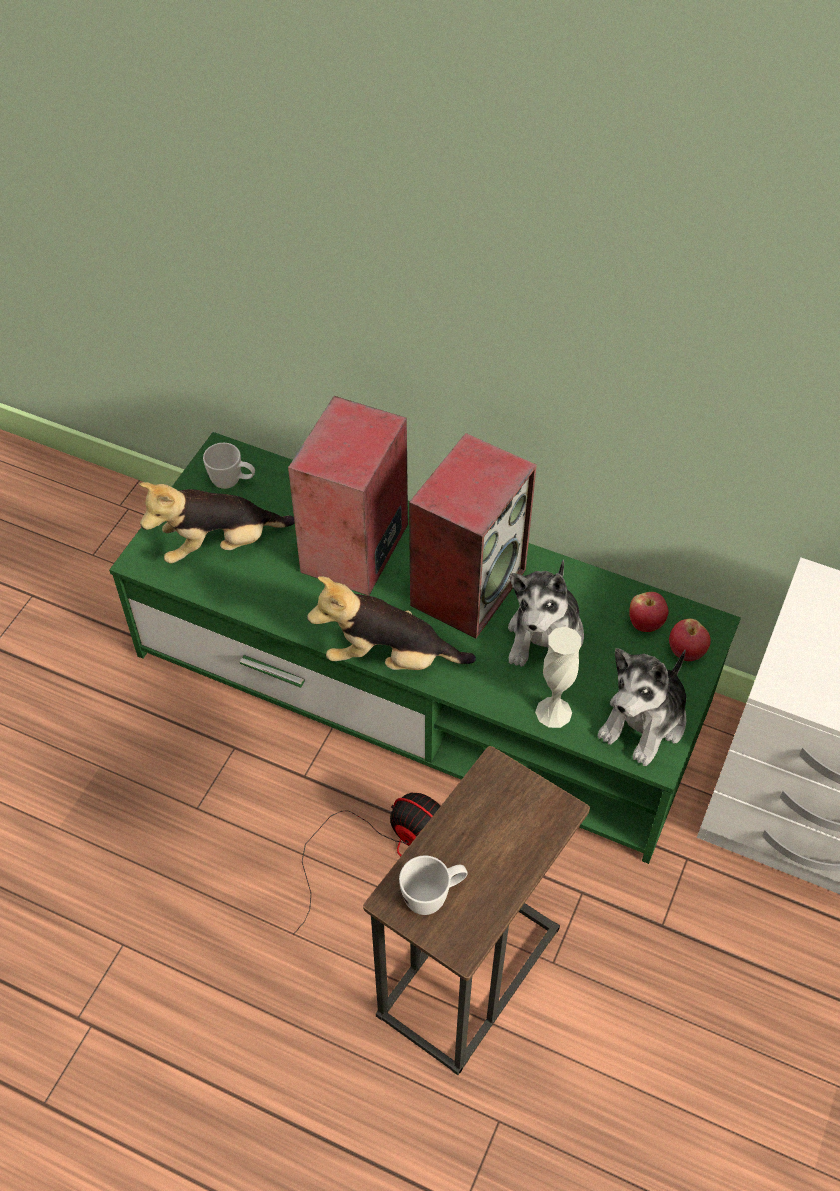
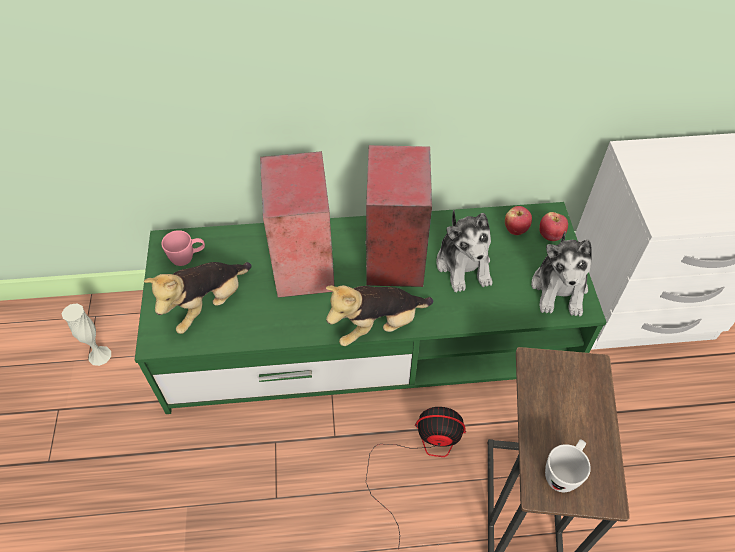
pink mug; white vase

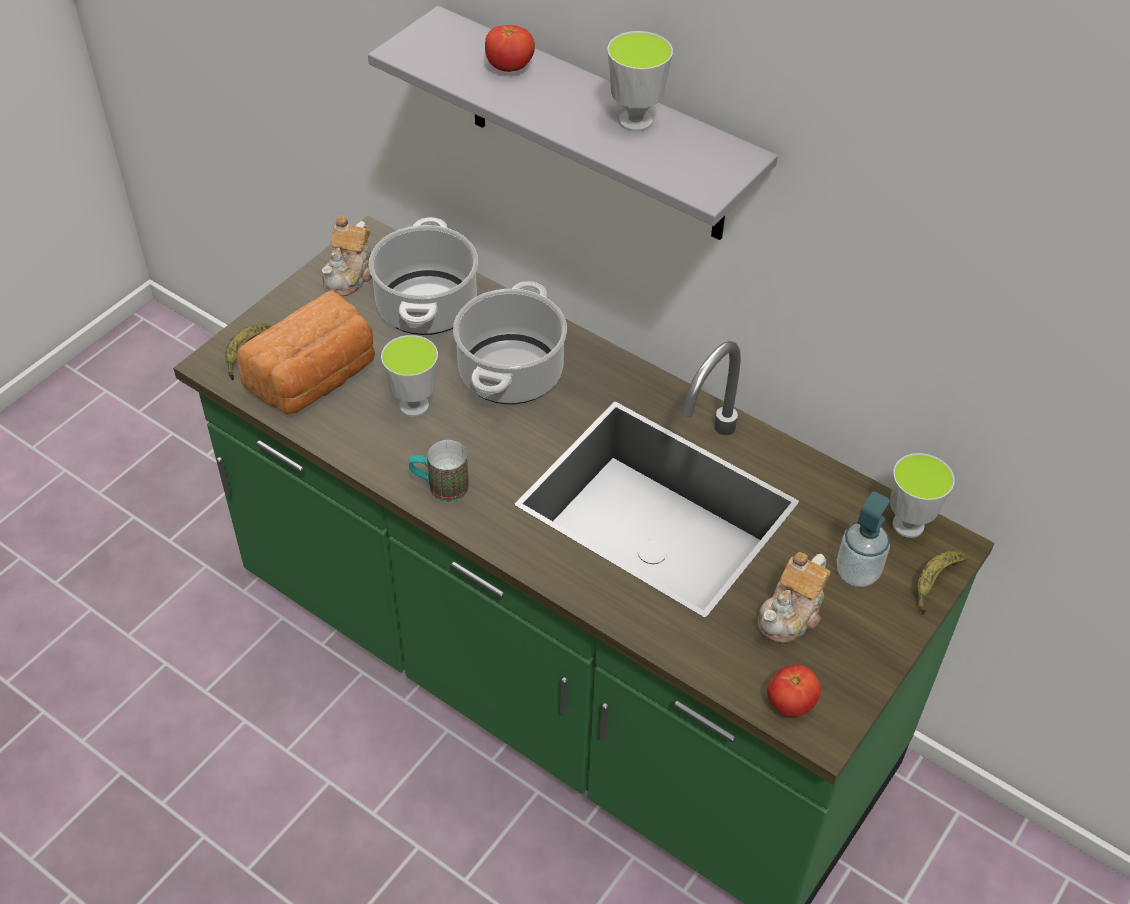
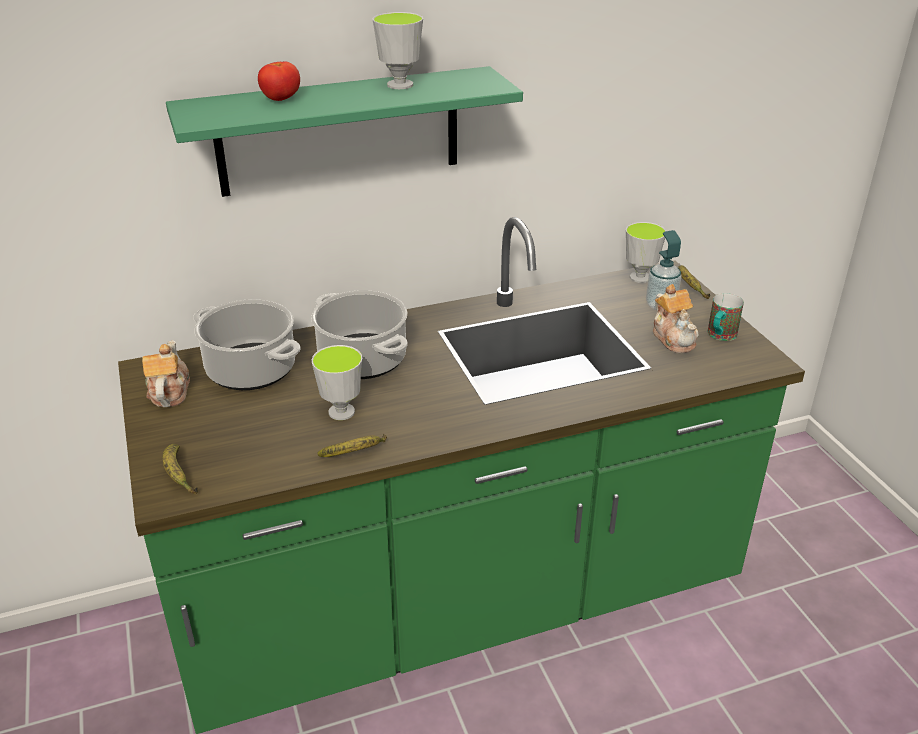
bread; teapot (1st from left); green shelf; mug; tomato (2nd from left in the first image); banana (2nd from left)

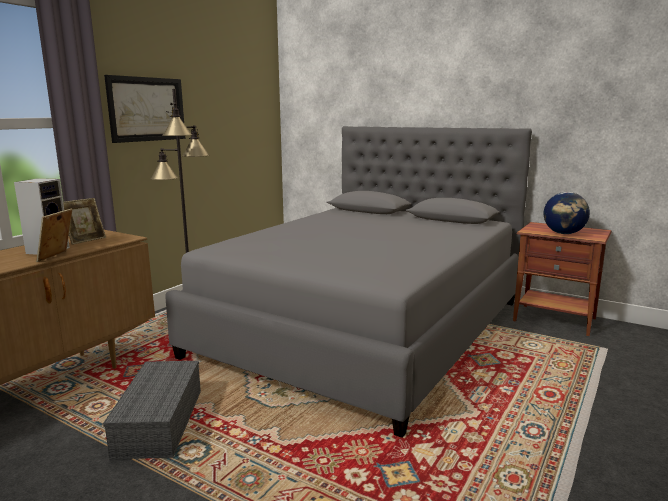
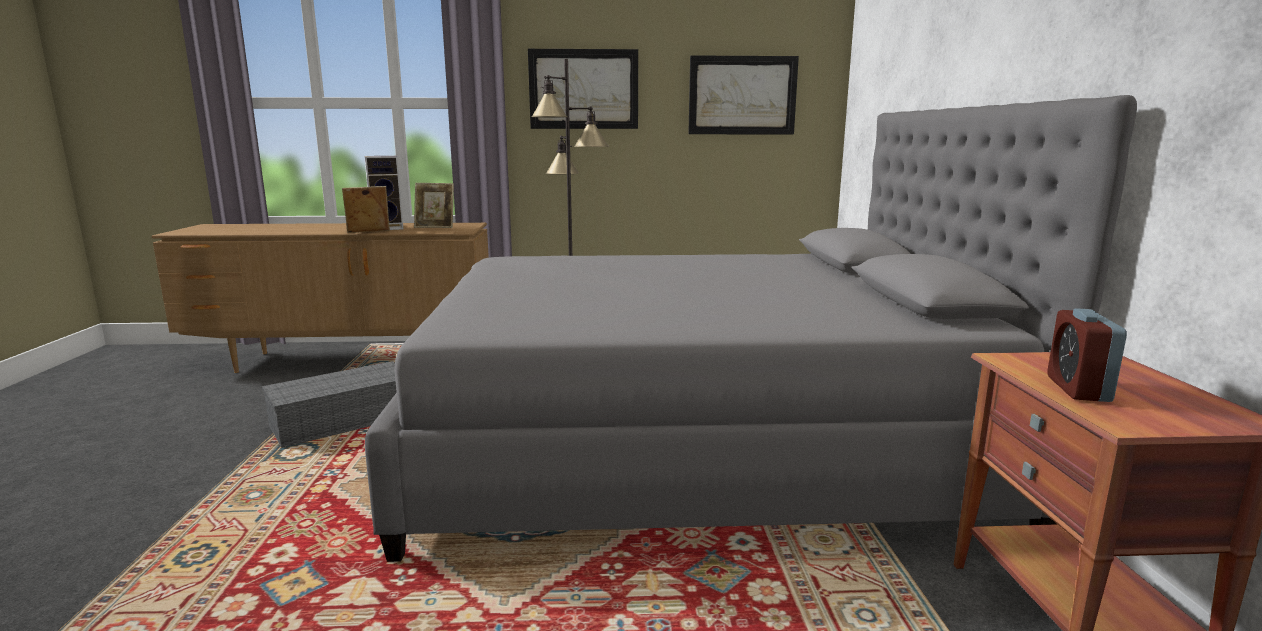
alarm clock; picture (2nd from left)

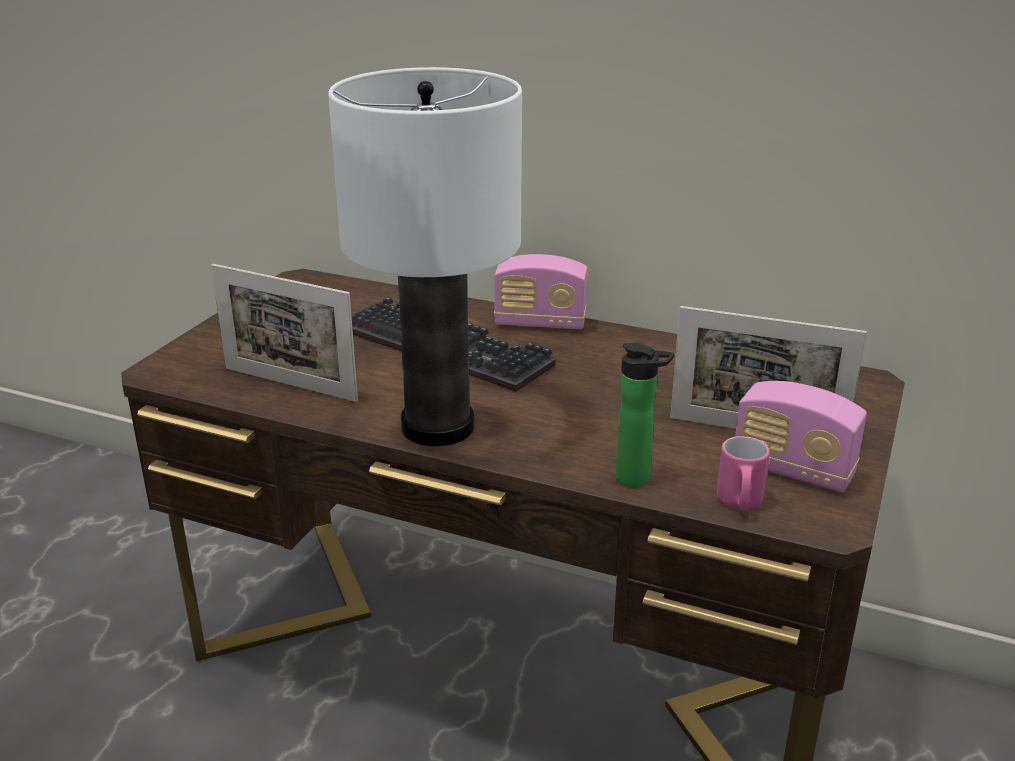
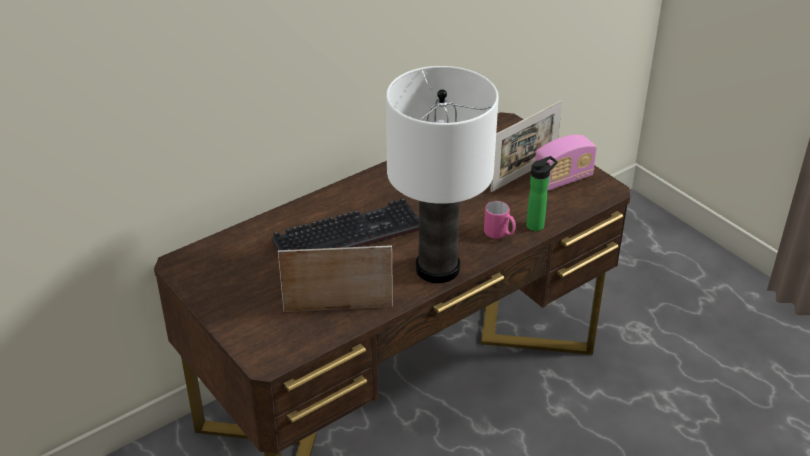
picture frame (1st from left); radio (1st from left in the first image); pink mug

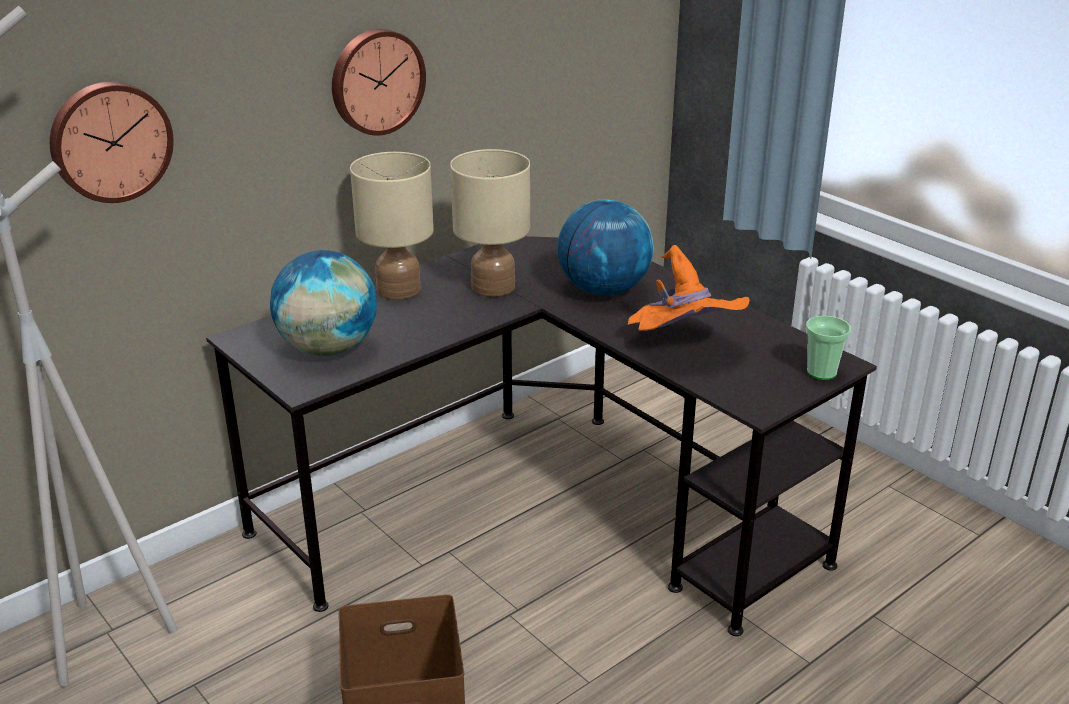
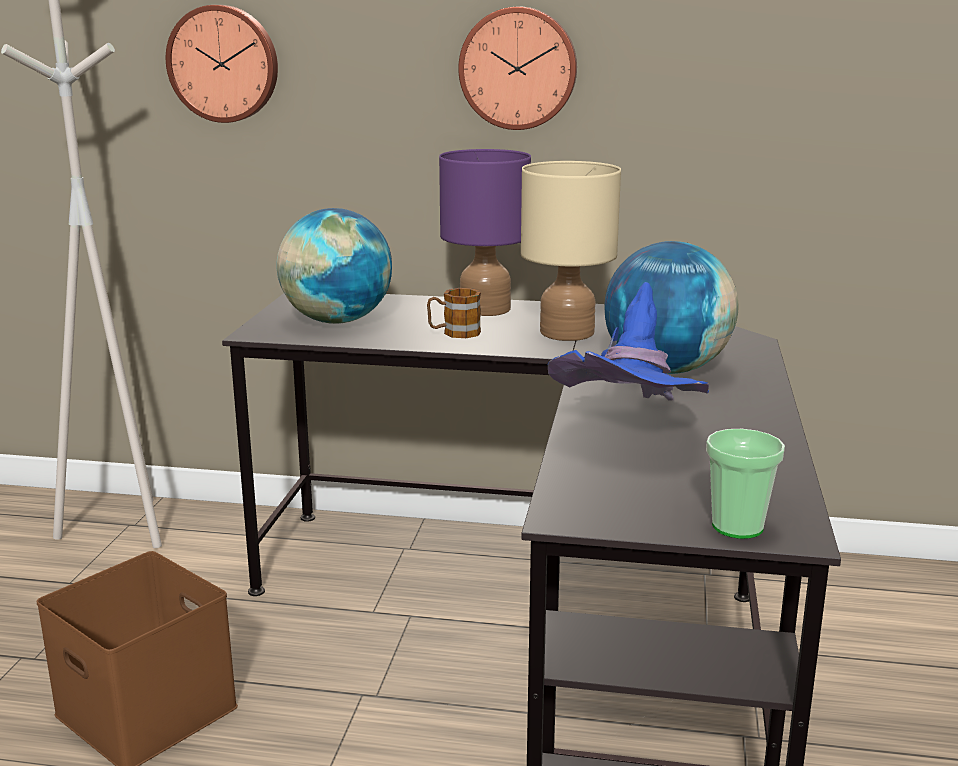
purple table lamp; blue hat; mug

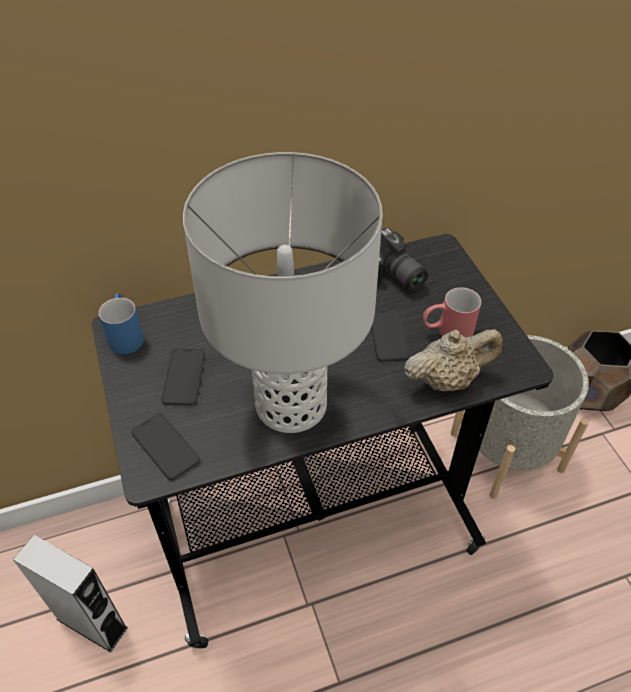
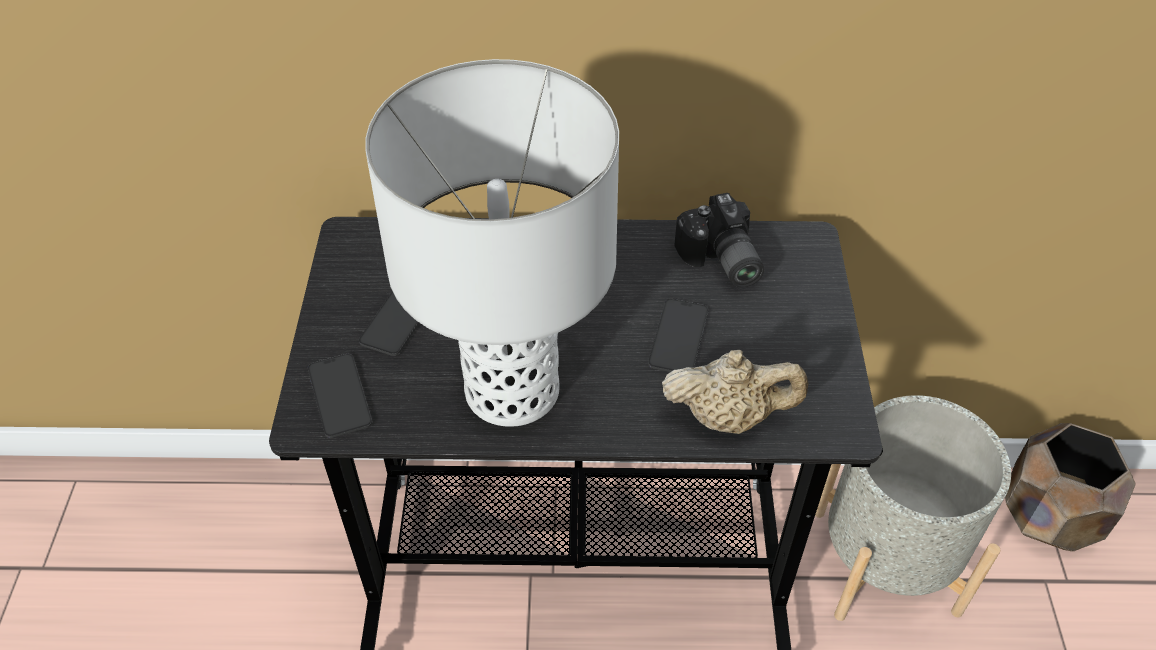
grey speaker; blue mug; red mug

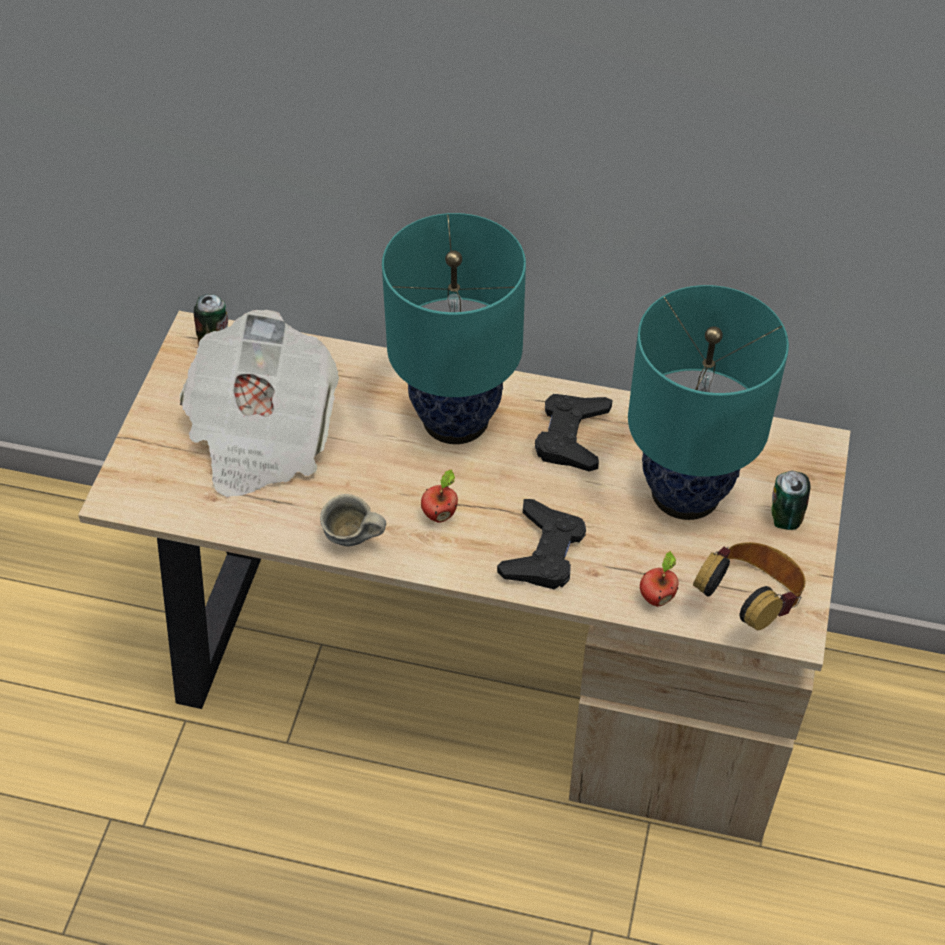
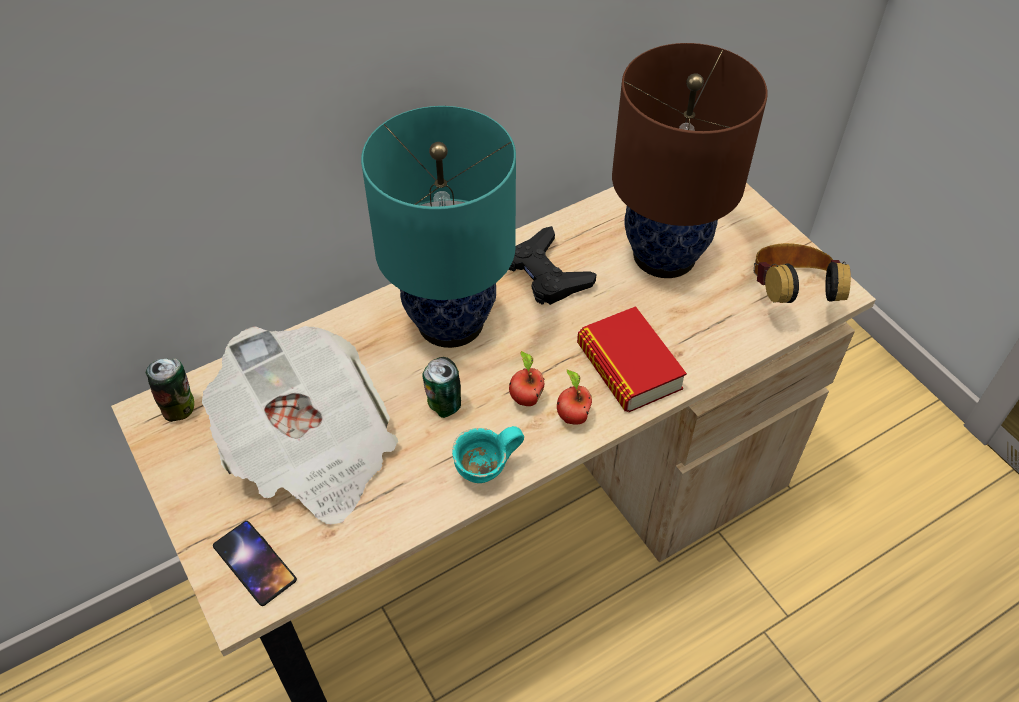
turquoise mug; book; brown table lamp; apple (2nd from left); can (2nd from left); phone

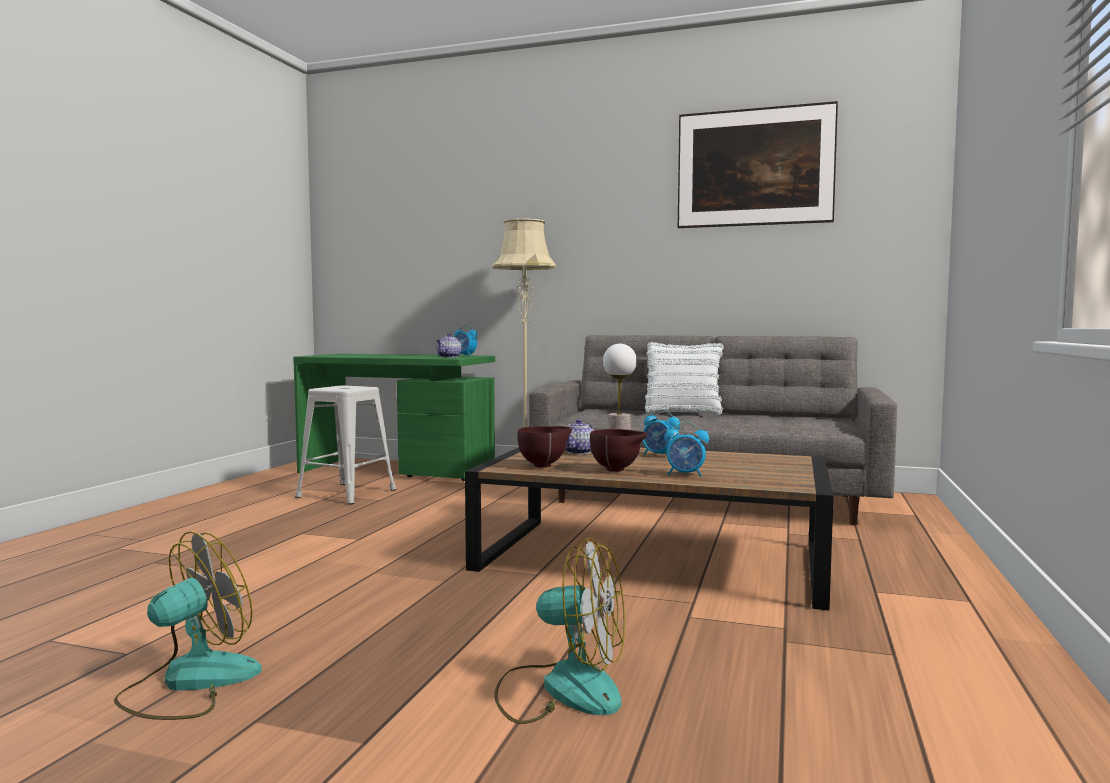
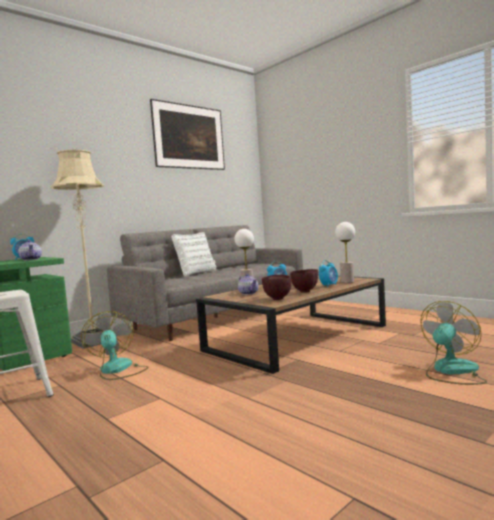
fan (1st from left); table lamp (2nd from left)

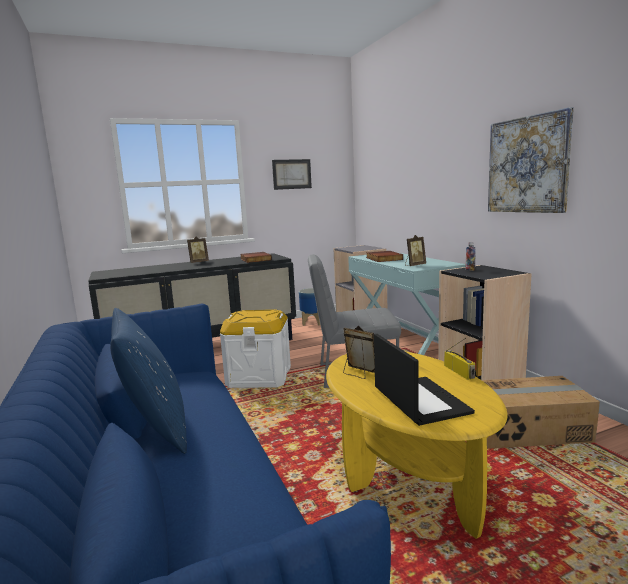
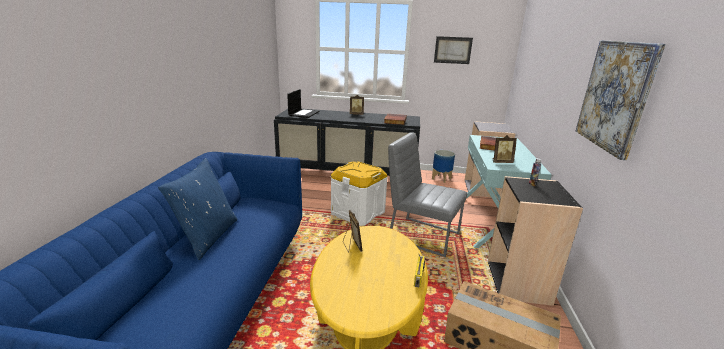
laptop

